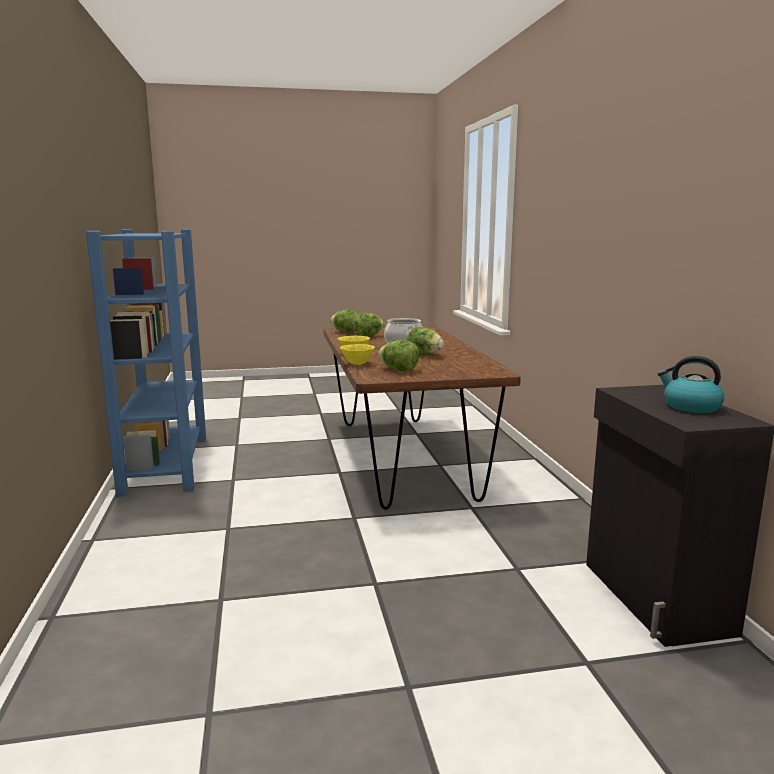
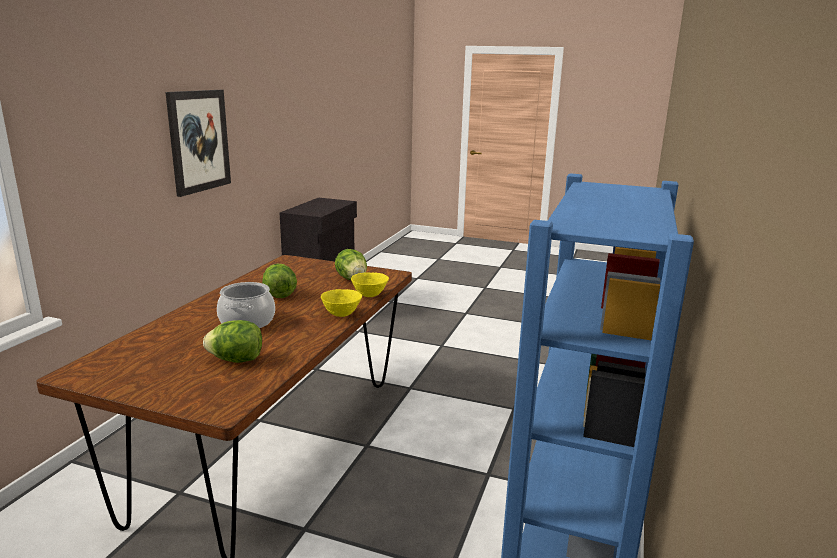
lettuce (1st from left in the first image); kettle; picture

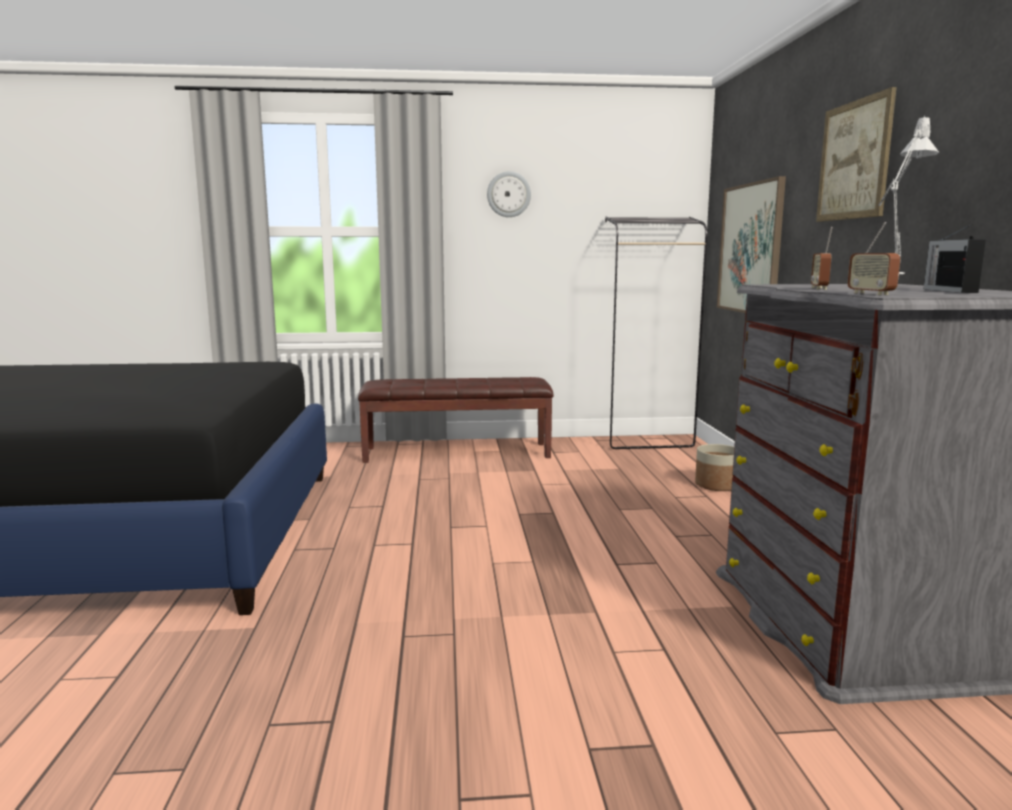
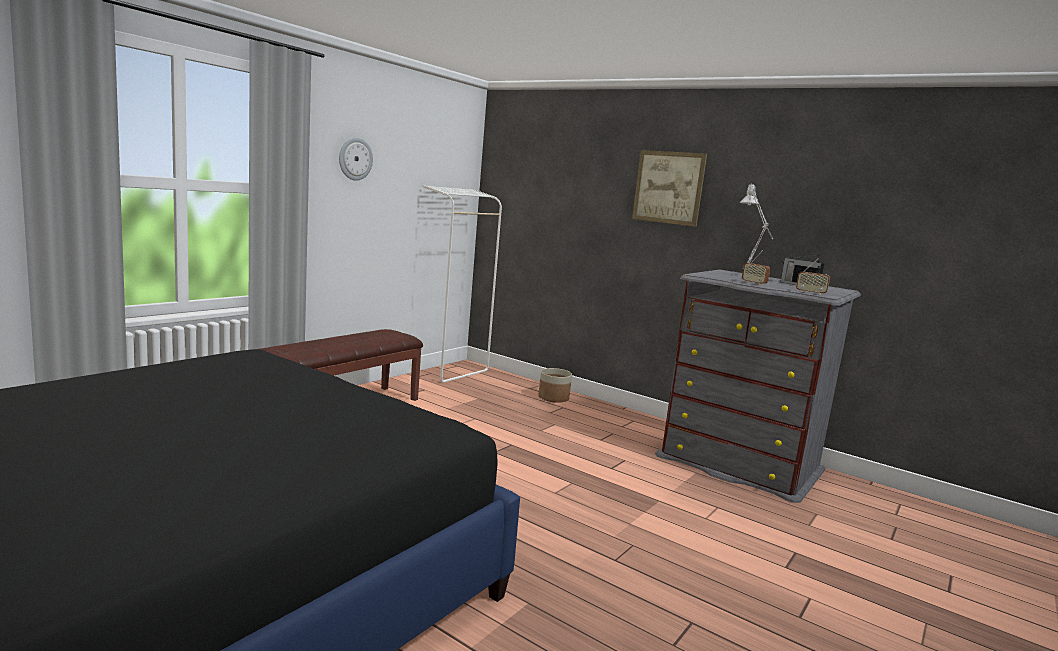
white clothes rack; picture (1st from left in the first image)

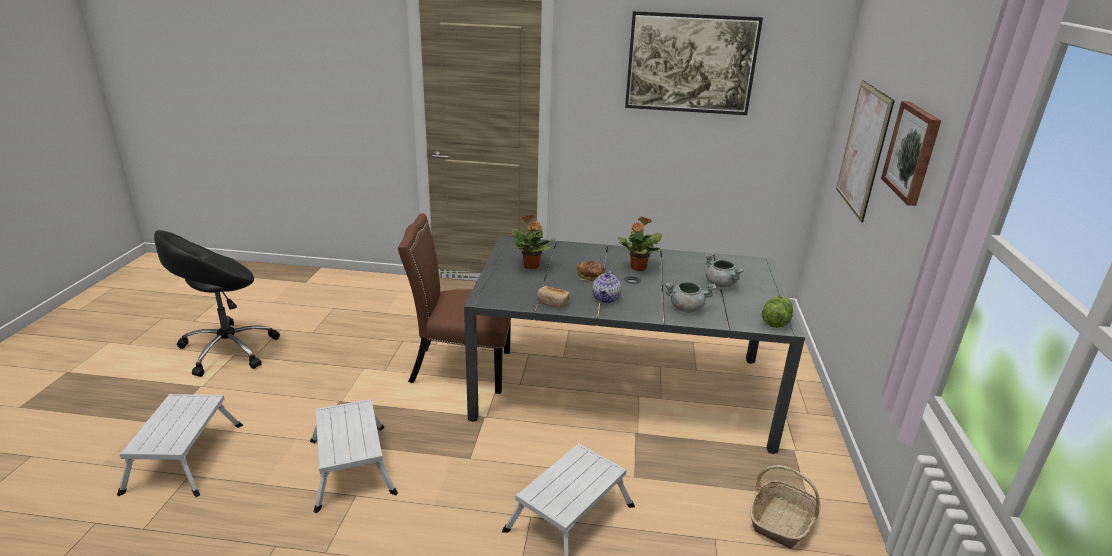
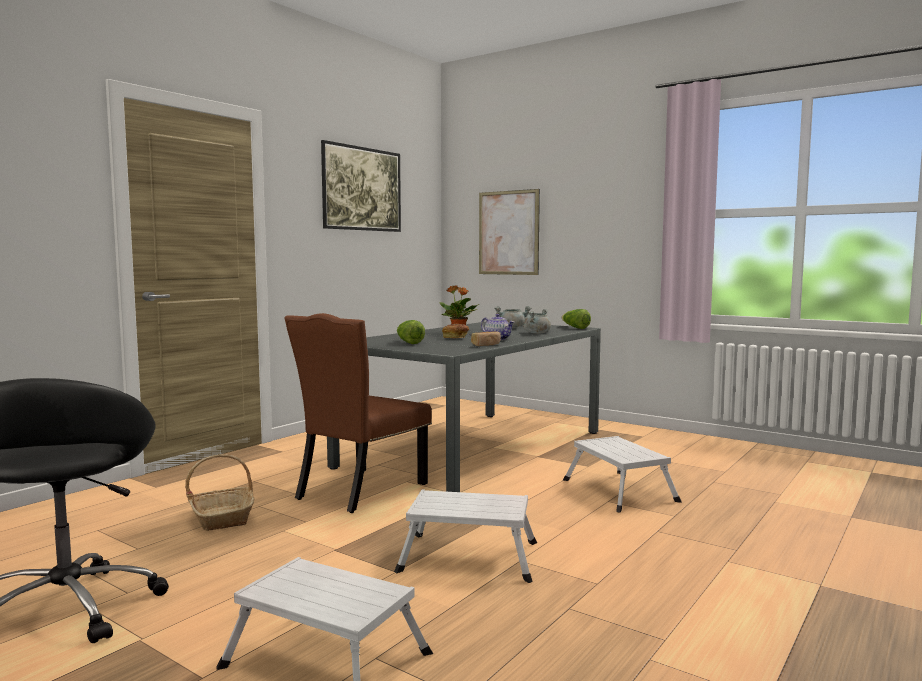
lettuce (1st from left); basket; picture (3rd from left in the first image)

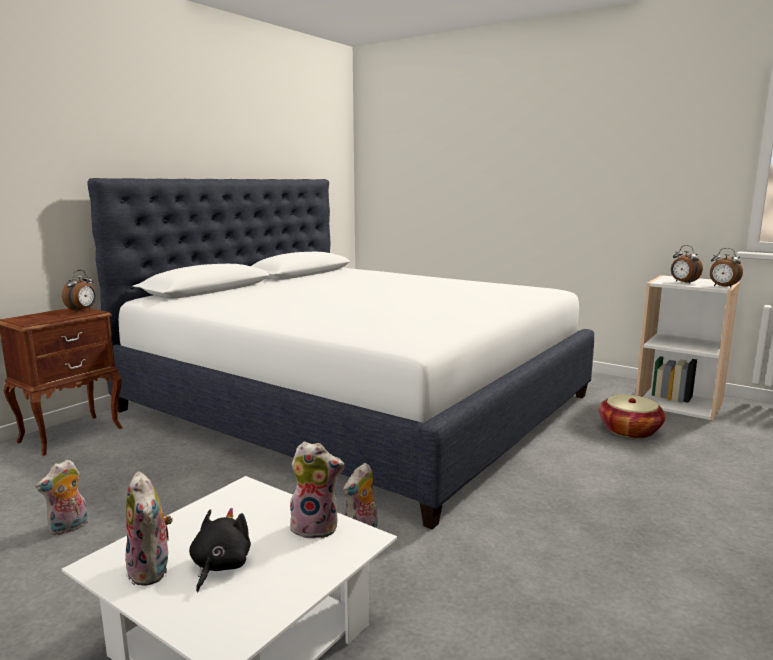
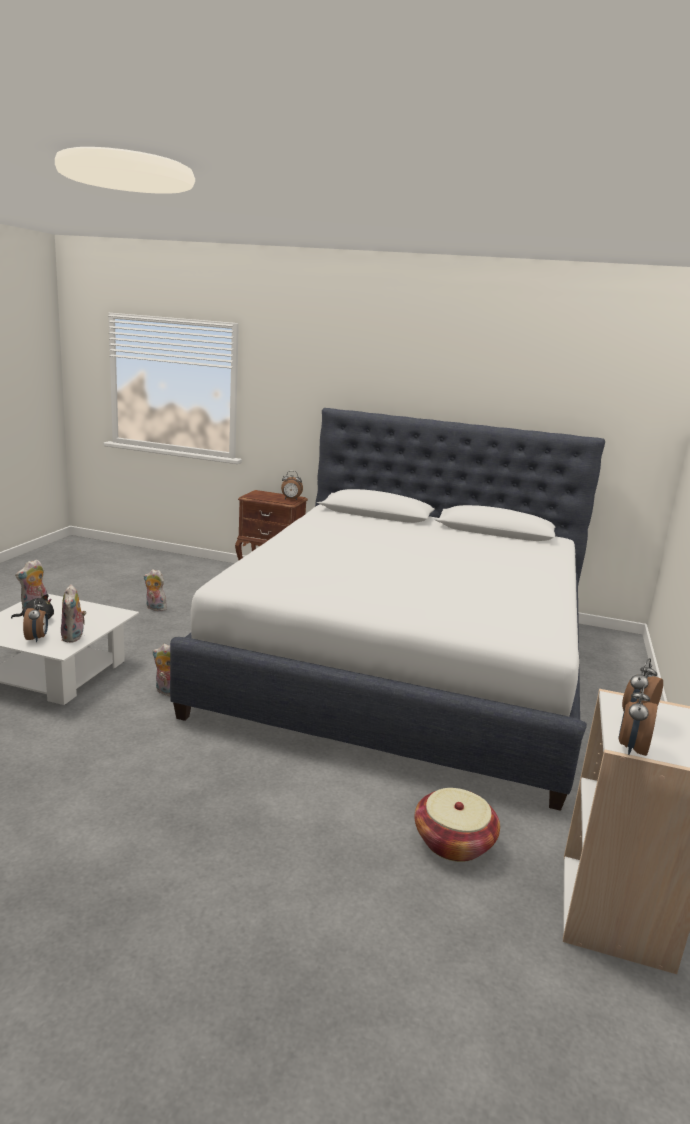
alarm clock (1st from left)

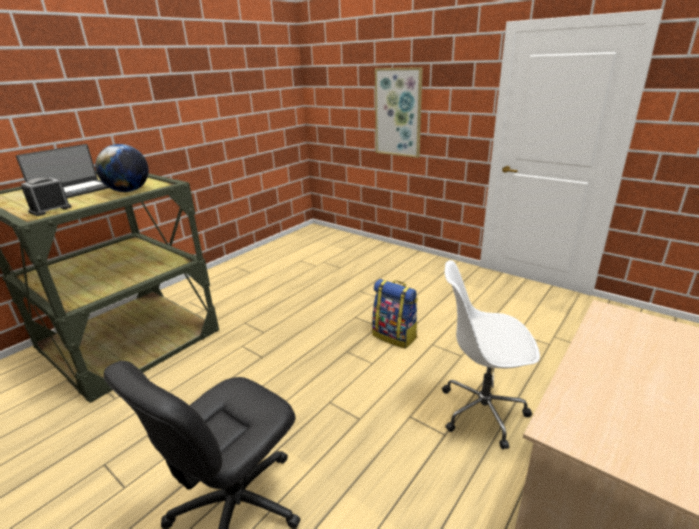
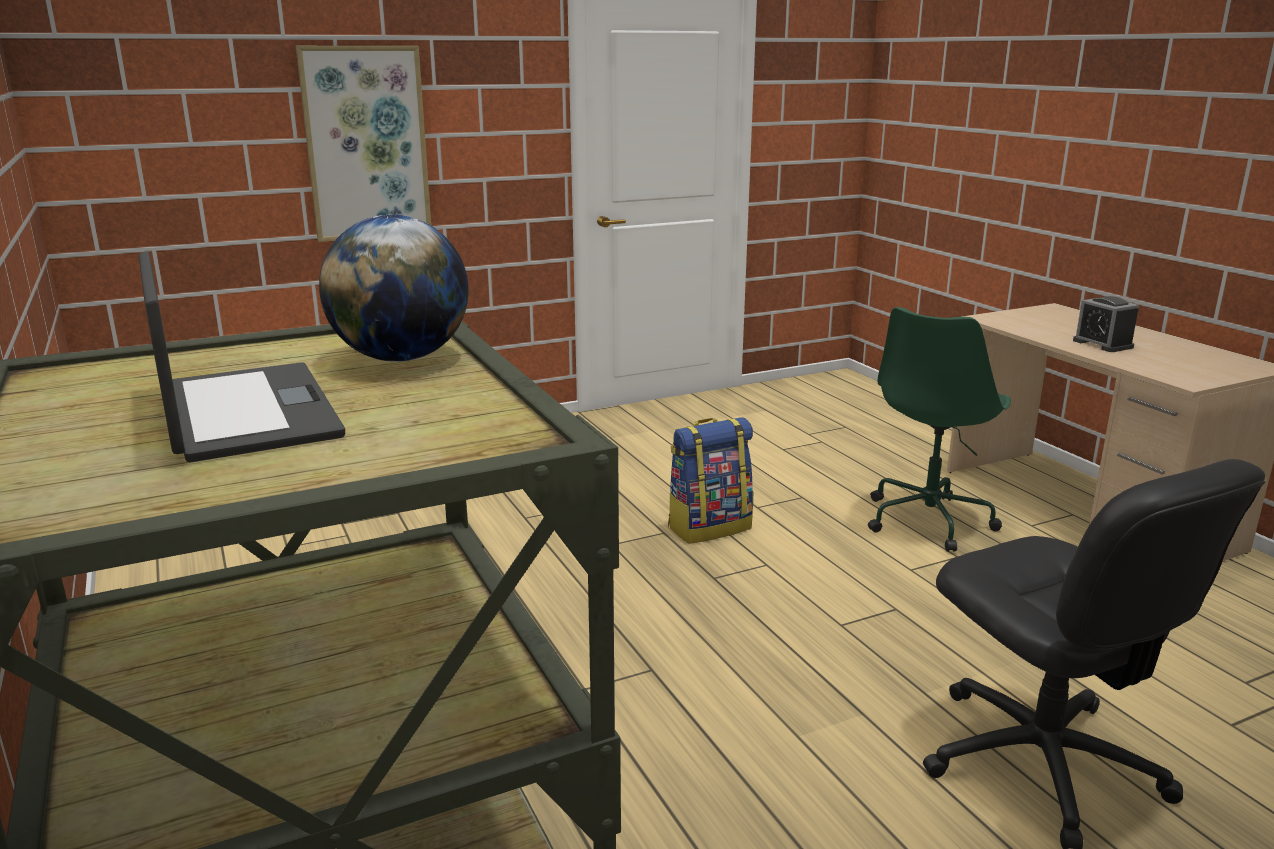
alarm clock; green office chair

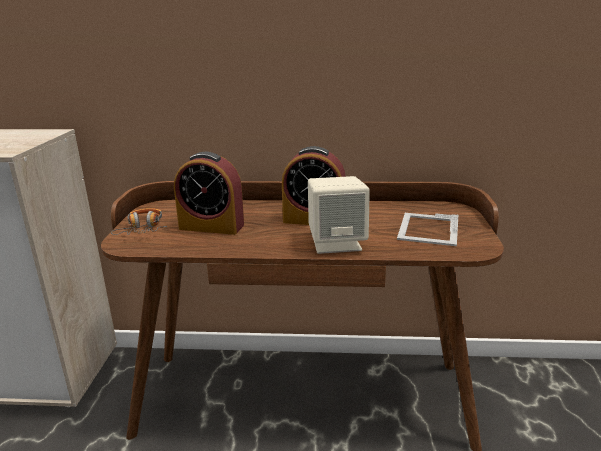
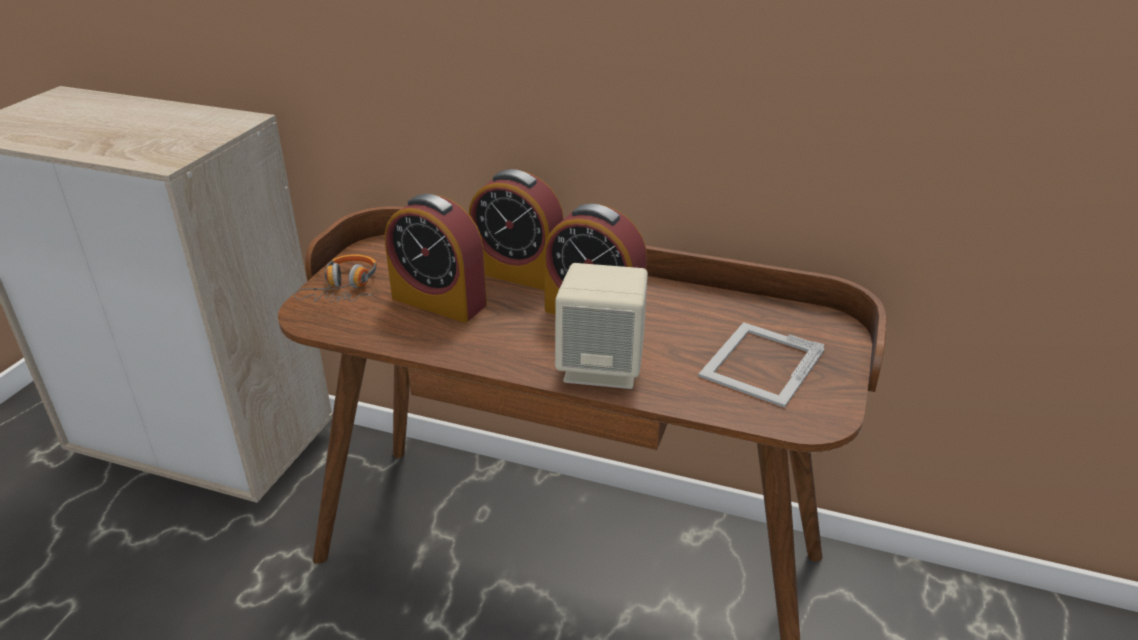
alarm clock (2nd from left)

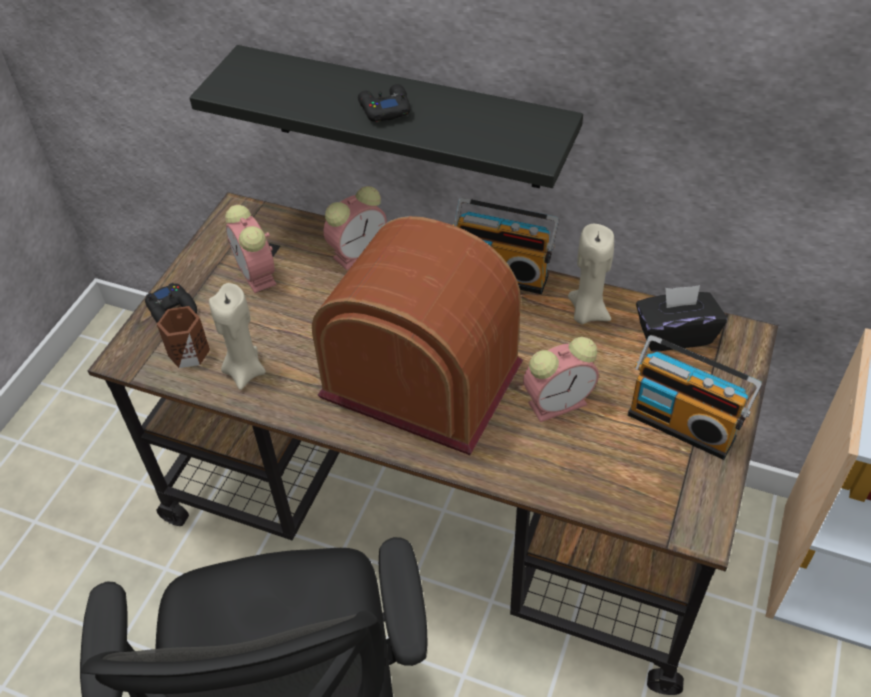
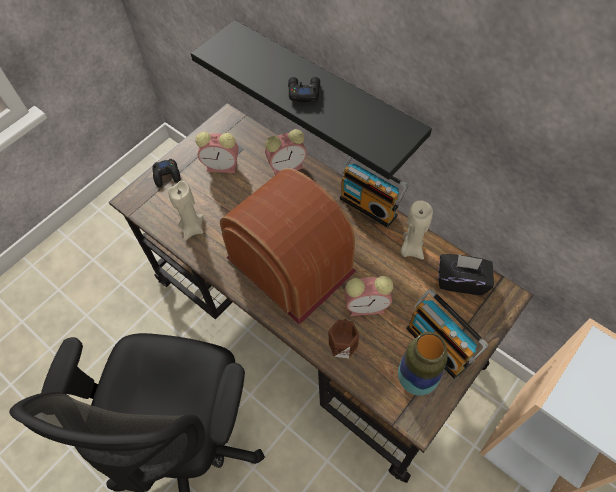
brown mug; alarm clock (1st from left); vase

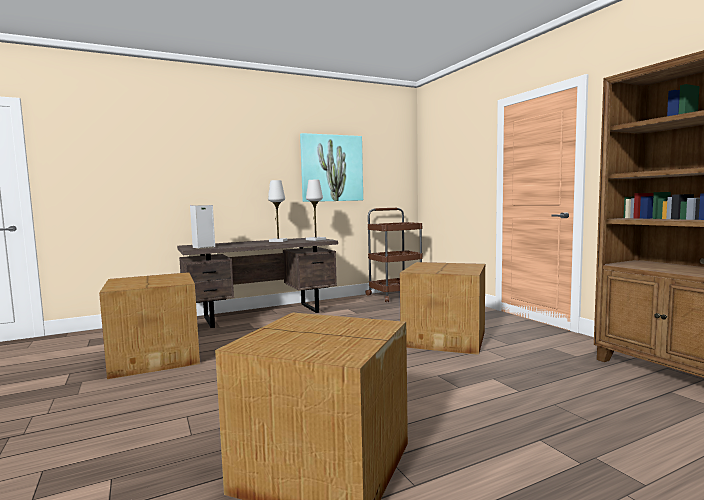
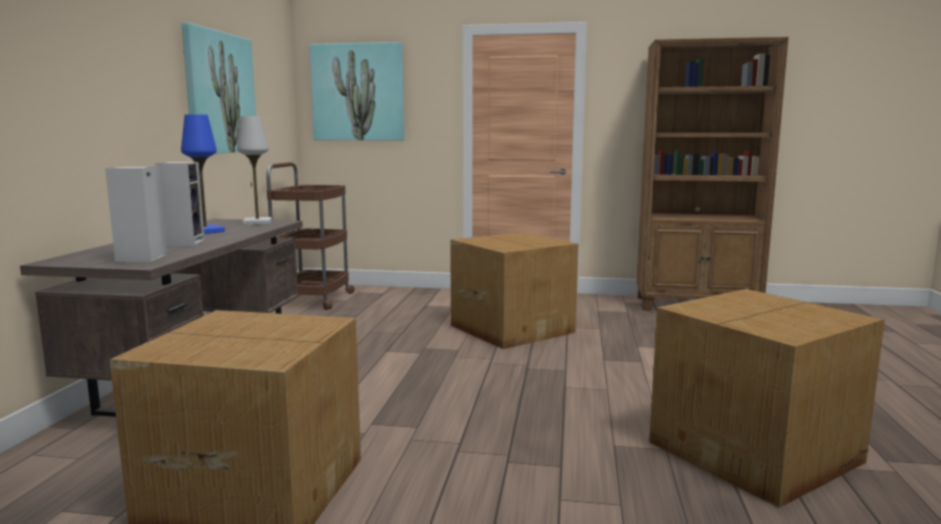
blue table lamp; speaker (2nd from left); picture (2nd from left)

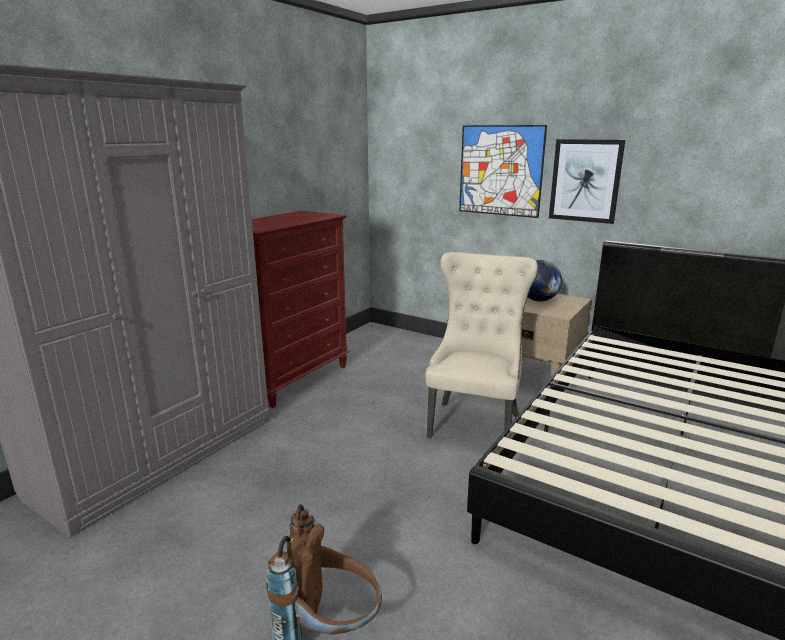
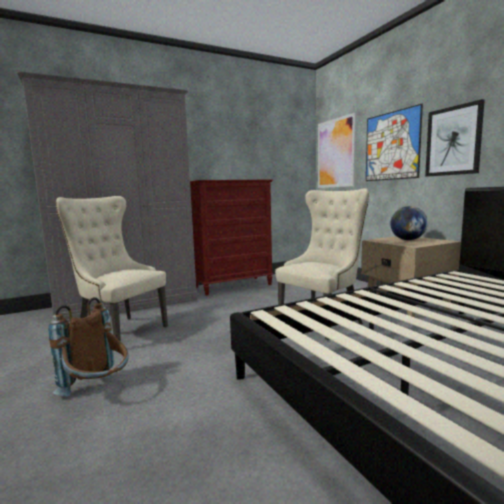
beige chair (1st from left); picture (1st from left)

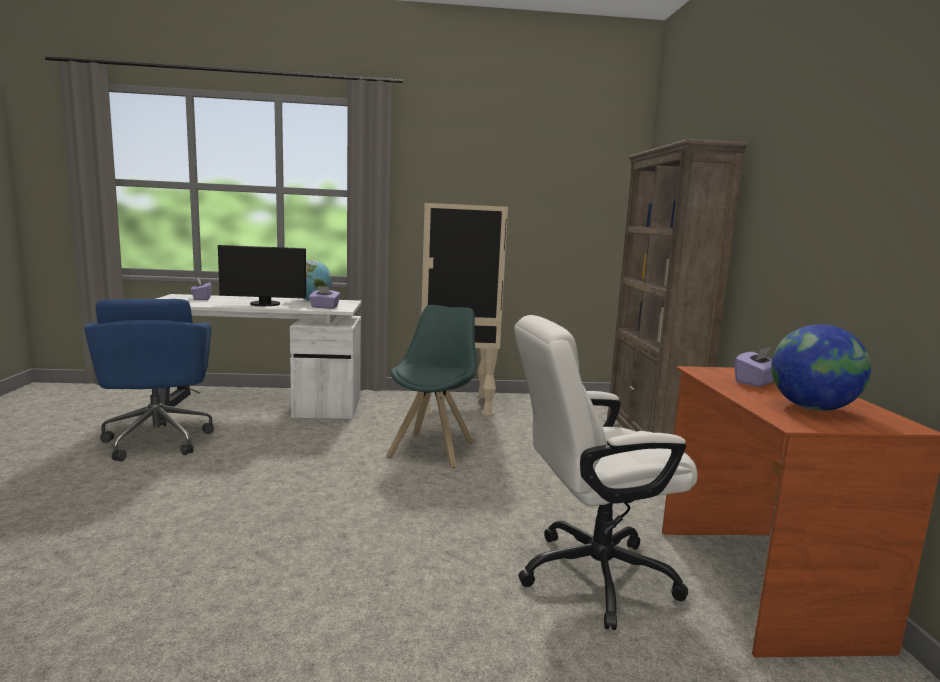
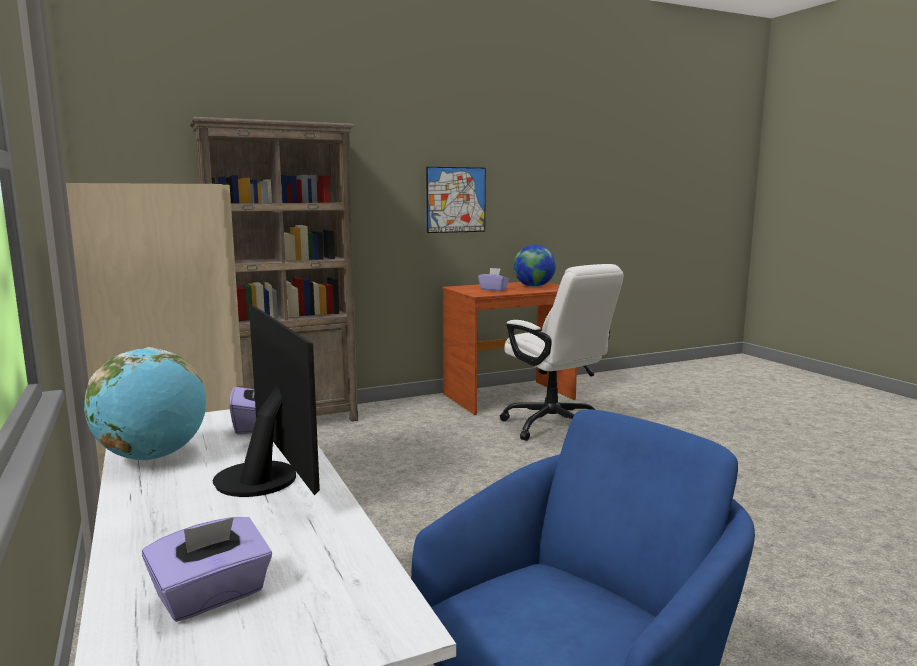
turquoise chair; picture

